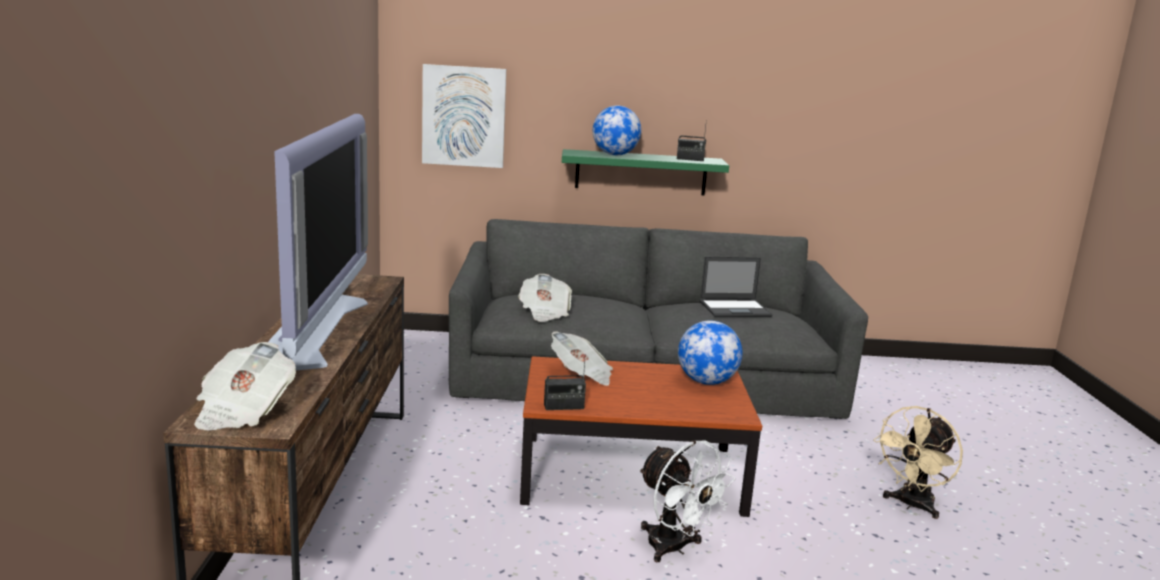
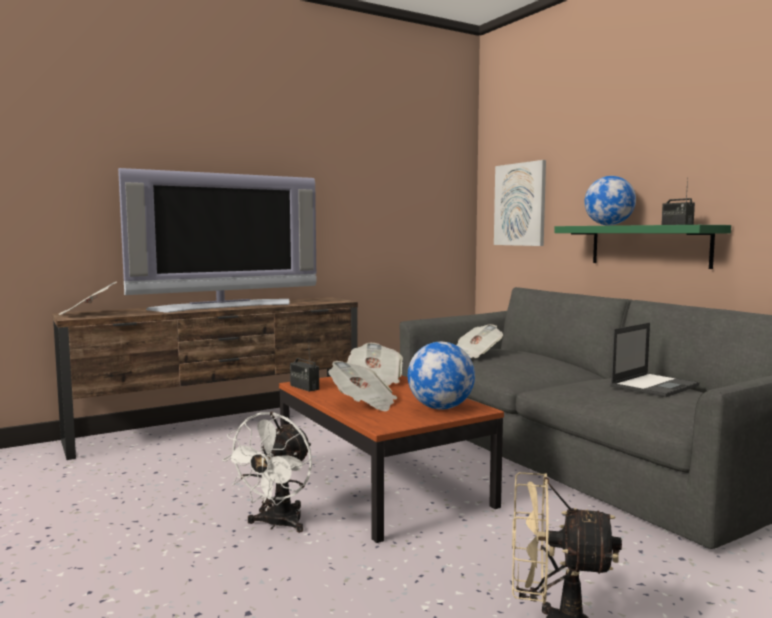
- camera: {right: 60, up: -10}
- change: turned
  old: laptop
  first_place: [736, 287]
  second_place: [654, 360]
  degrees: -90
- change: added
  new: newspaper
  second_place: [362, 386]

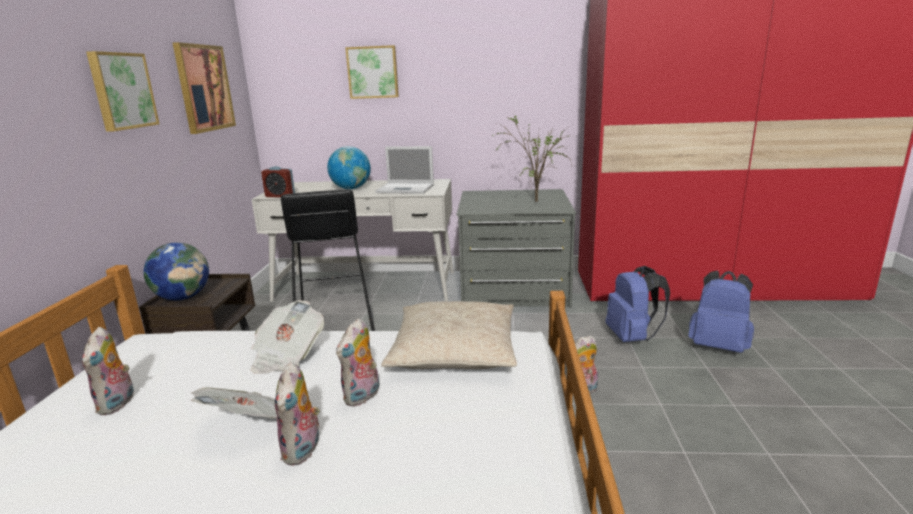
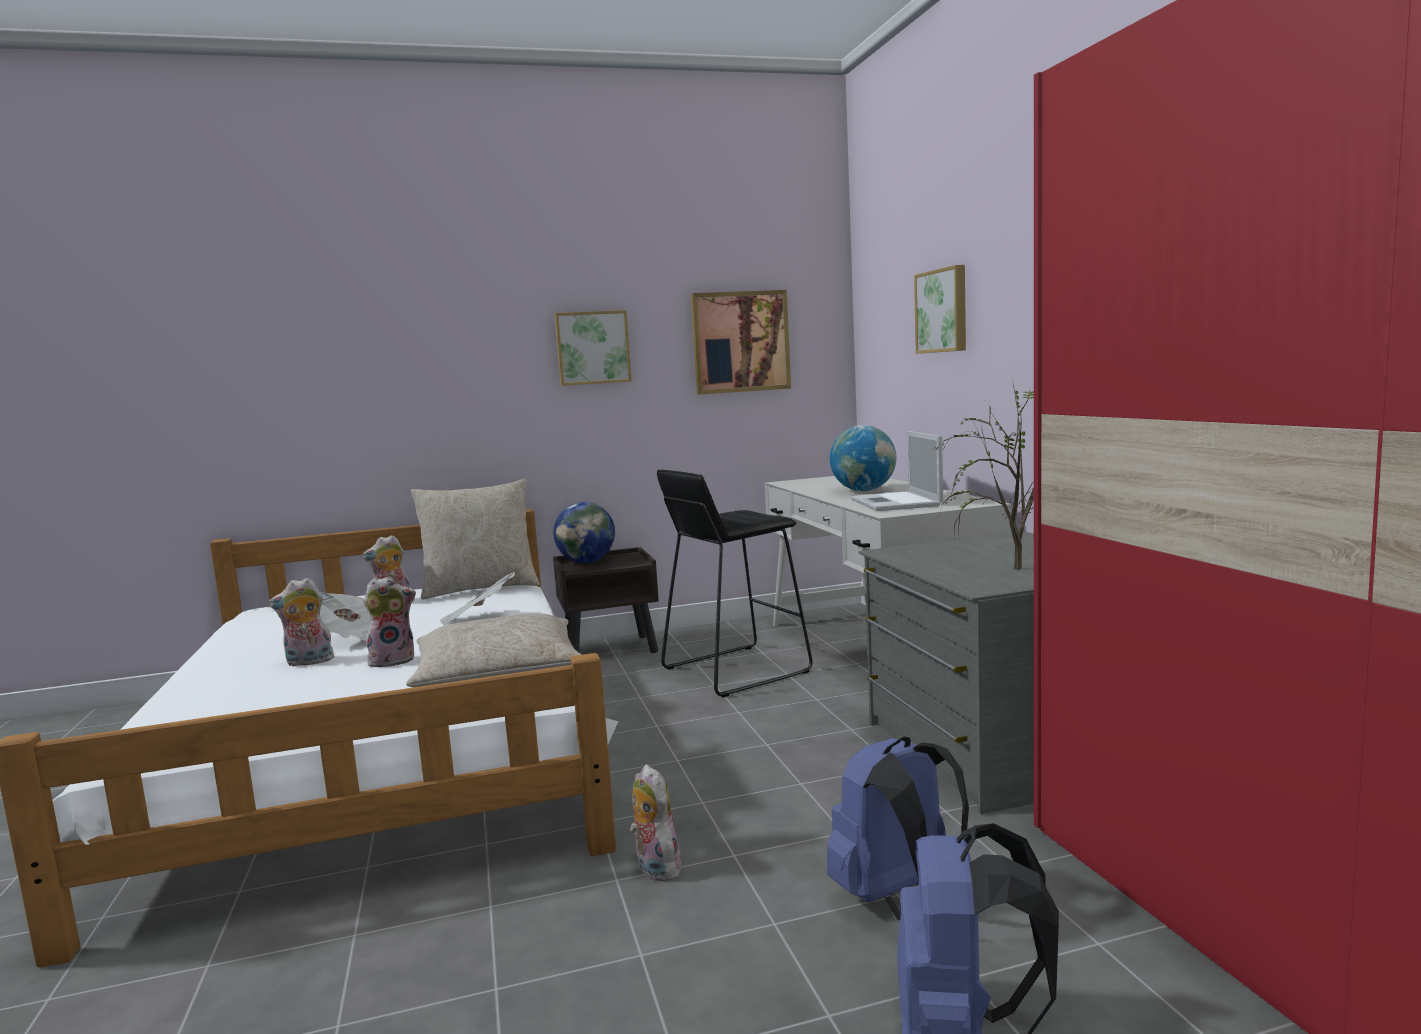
- camera: {right: 70, up: -10}
- change: removed
  old: alarm clock
  first_place: [278, 181]
- change: turned
  old: plush toy
  first_place: [357, 362]
  second_place: [389, 621]
  degrees: 150
- change: added
  new: beige pillow
  second_place: [475, 539]

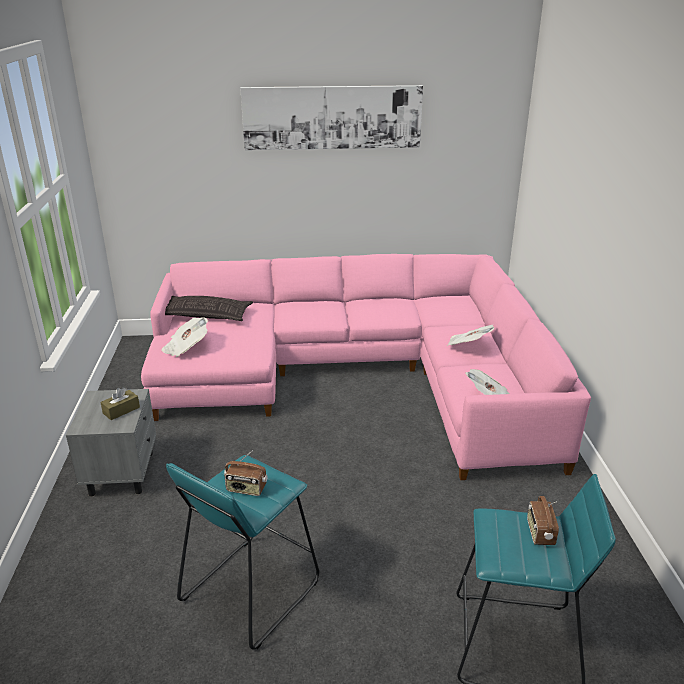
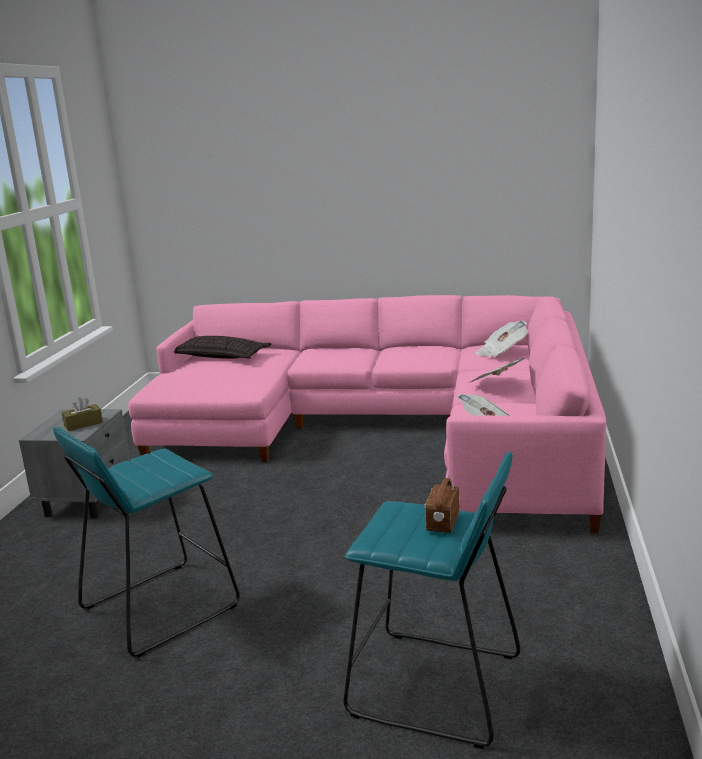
- camera: {right: 15, up: -10}
- change: removed
  old: picture
  first_place: [331, 117]
- change: moved
  old: newspaper
  first_place: [185, 337]
  second_place: [501, 339]
- change: removed
  old: radio
  first_place: [246, 473]

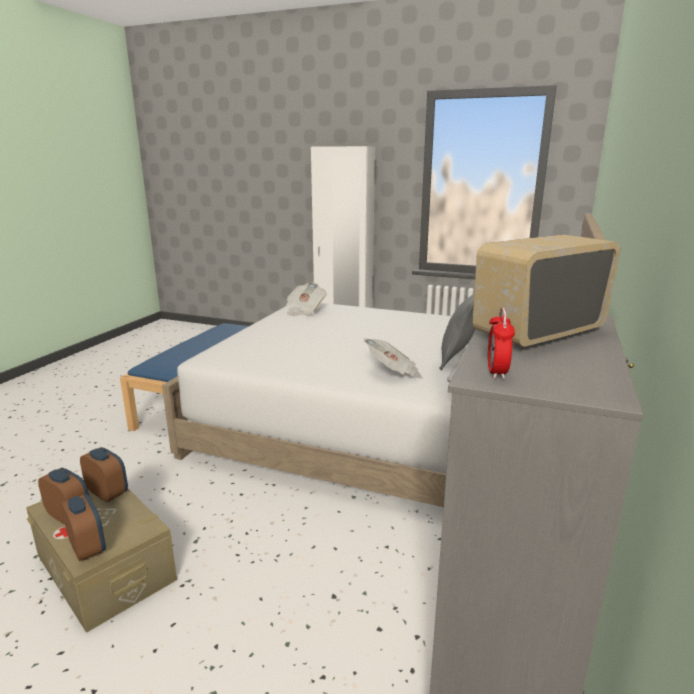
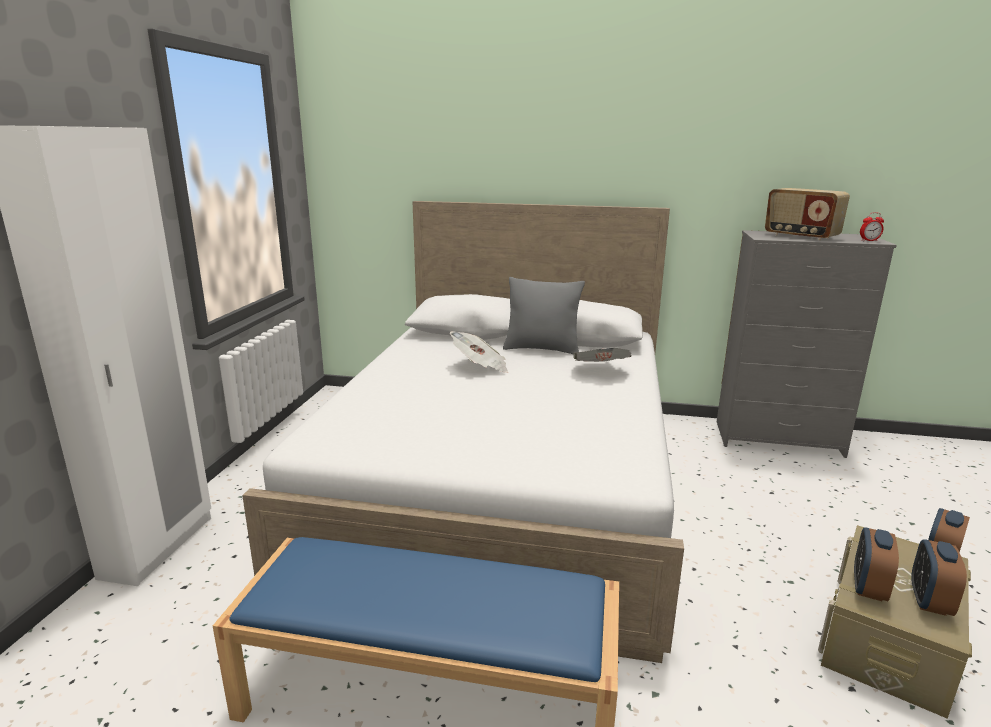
- camera: {right: -100, up: 0}
- change: moved
  old: newspaper
  first_place: [306, 299]
  second_place: [479, 352]

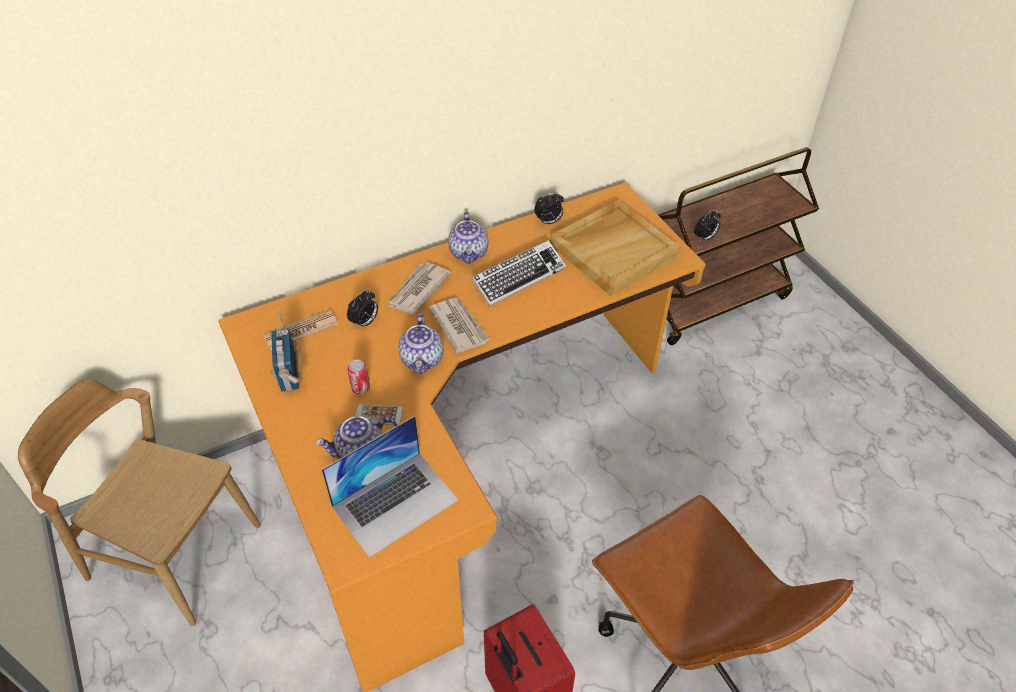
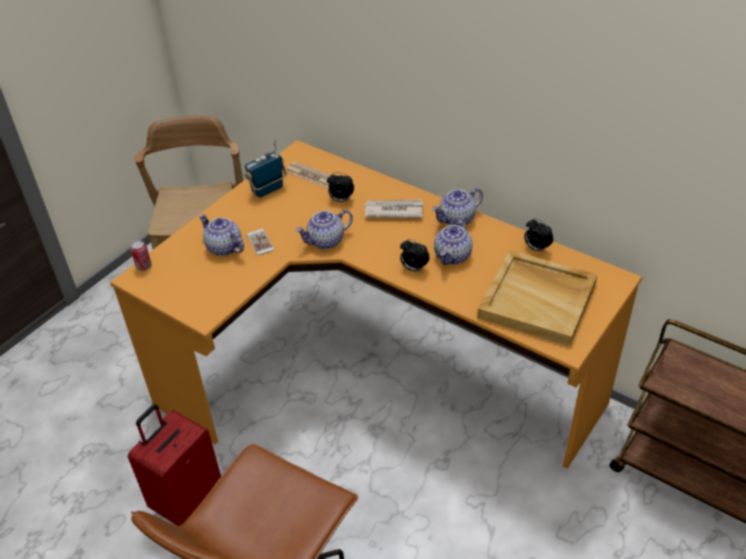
- camera: {right: 65, up: -5}
- change: moved
  old: alarm clock
  first_place: [707, 225]
  second_place: [415, 255]
- change: replaced
  old: keyboard
  new: teapot
  first_place: [518, 273]
  second_place: [453, 241]
- change: removed
  old: newspaper
  first_place: [459, 325]
- change: moved
  old: can
  first_place: [358, 377]
  second_place: [141, 256]
- change: removed
  old: laptop
  first_place: [390, 487]

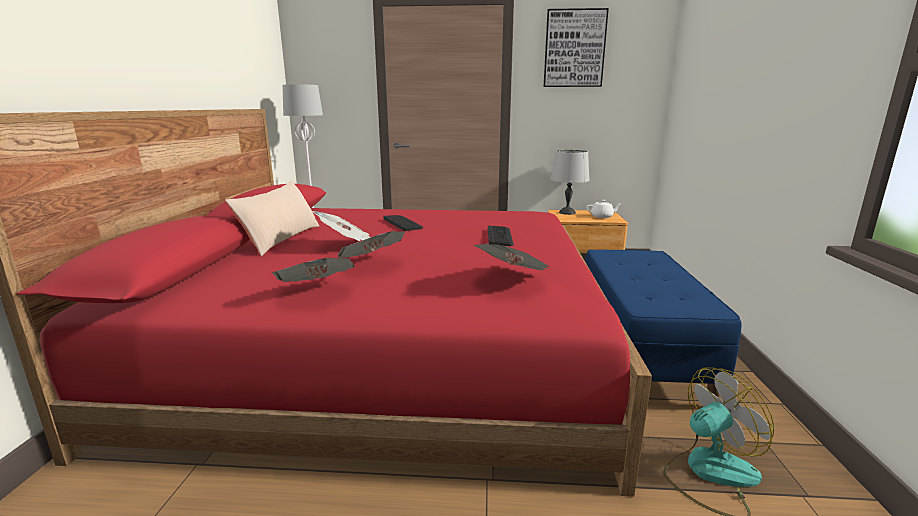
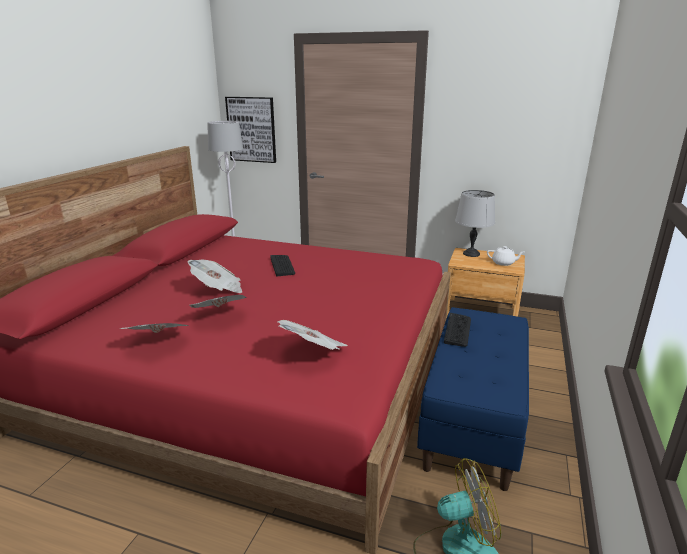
- camera: {right: 15, up: 5}
- change: moved
  old: picture
  first_place: [576, 47]
  second_place: [250, 130]
- change: removed
  old: beige pillow
  first_place: [272, 218]
- change: moved
  old: keyboard
  first_place: [501, 236]
  second_place: [457, 330]

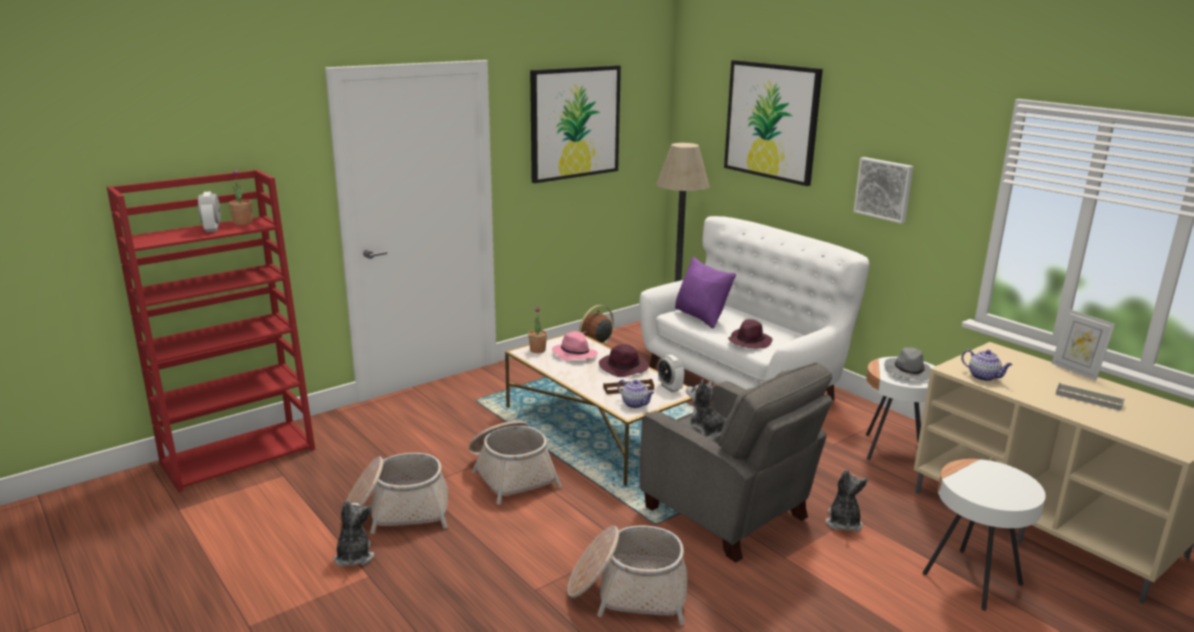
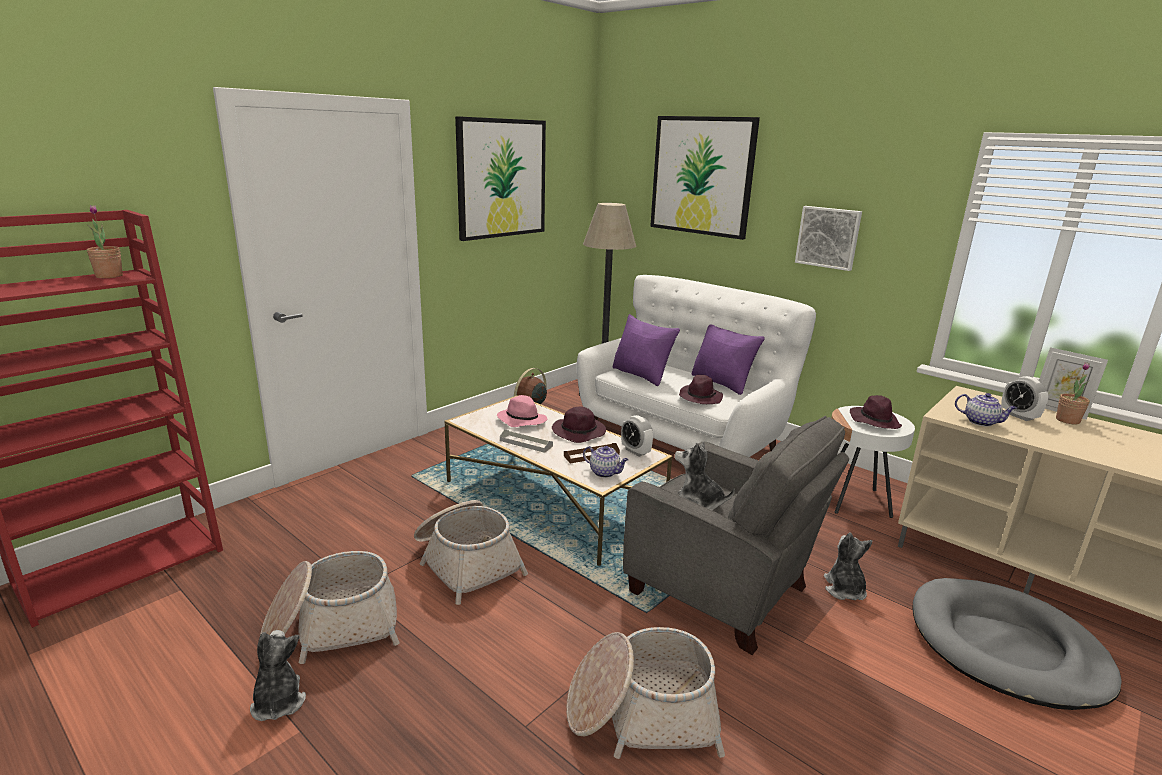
- camera: {right: -10, up: 0}
- change: moved
  old: alarm clock
  first_place: [209, 212]
  second_place: [1024, 398]
- change: moved
  old: potted plant
  first_place: [537, 329]
  second_place: [1073, 393]
- change: recoloured
  old: grey hat
  new: purple hat
  first_place: [907, 363]
  second_place: [876, 412]
- change: moved
  old: grey tray
  first_place: [1090, 396]
  second_place: [526, 441]
- change: replaced
  old: white side table
  new: grey dog bed
  first_place: [984, 535]
  second_place: [1017, 644]
- change: added
  new: purple pillow
  second_place: [728, 360]

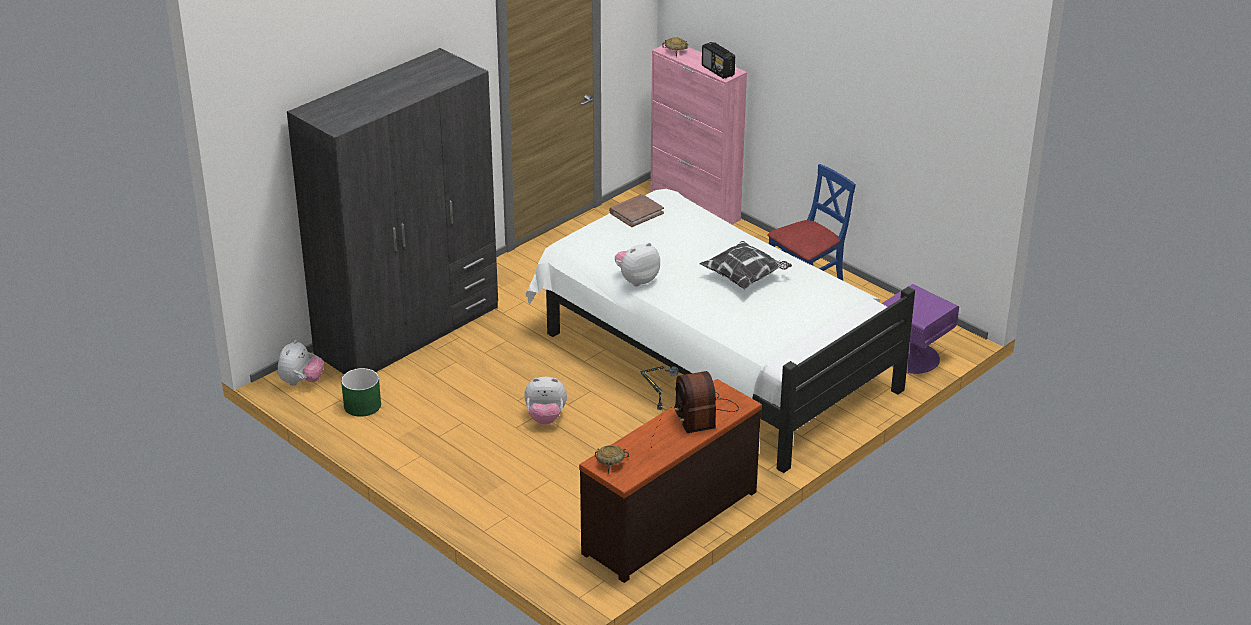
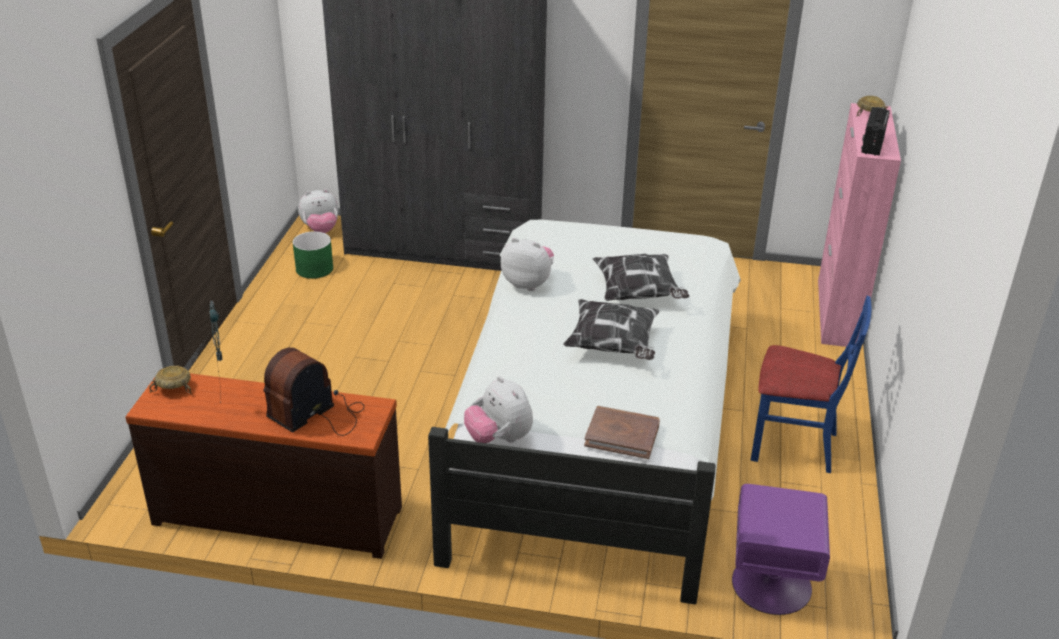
- camera: {right: 55, up: 0}
- change: moved
  old: brown book
  first_place: [636, 210]
  second_place: [622, 432]
- change: moved
  old: plush toy
  first_place: [545, 401]
  second_place: [498, 409]
- change: added
  new: pillow
  second_place: [640, 277]

